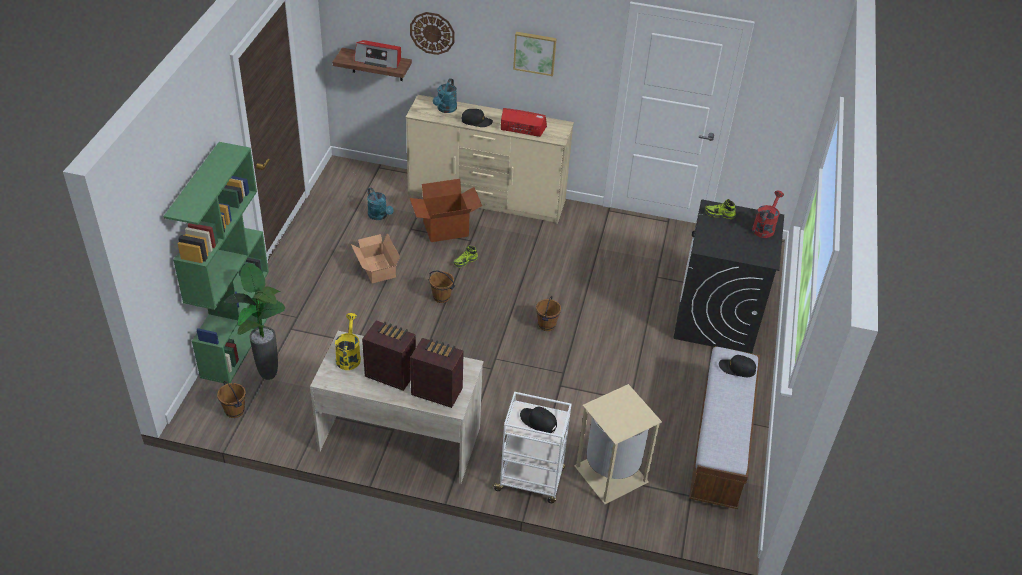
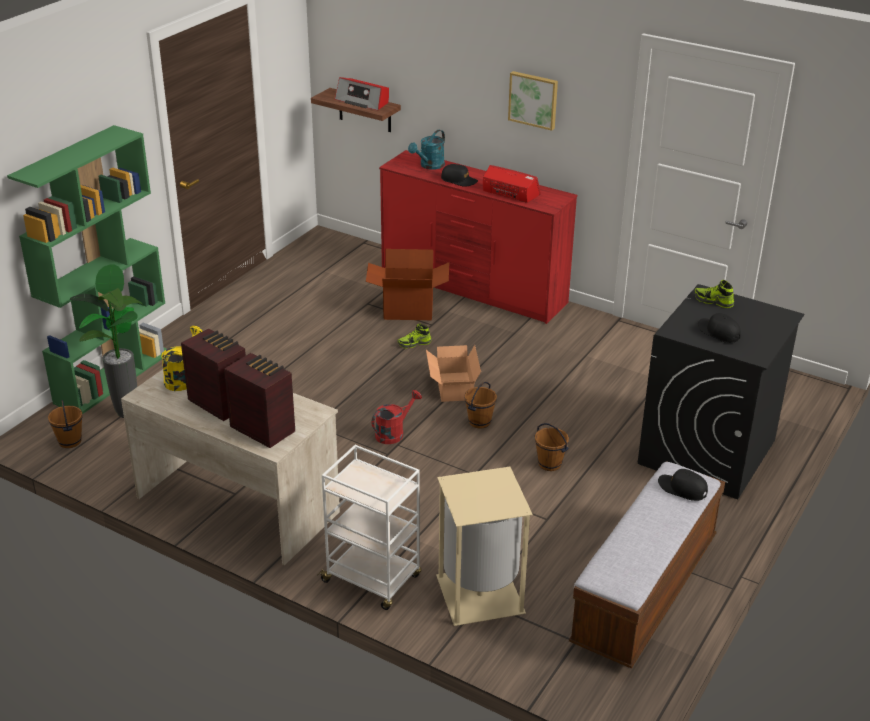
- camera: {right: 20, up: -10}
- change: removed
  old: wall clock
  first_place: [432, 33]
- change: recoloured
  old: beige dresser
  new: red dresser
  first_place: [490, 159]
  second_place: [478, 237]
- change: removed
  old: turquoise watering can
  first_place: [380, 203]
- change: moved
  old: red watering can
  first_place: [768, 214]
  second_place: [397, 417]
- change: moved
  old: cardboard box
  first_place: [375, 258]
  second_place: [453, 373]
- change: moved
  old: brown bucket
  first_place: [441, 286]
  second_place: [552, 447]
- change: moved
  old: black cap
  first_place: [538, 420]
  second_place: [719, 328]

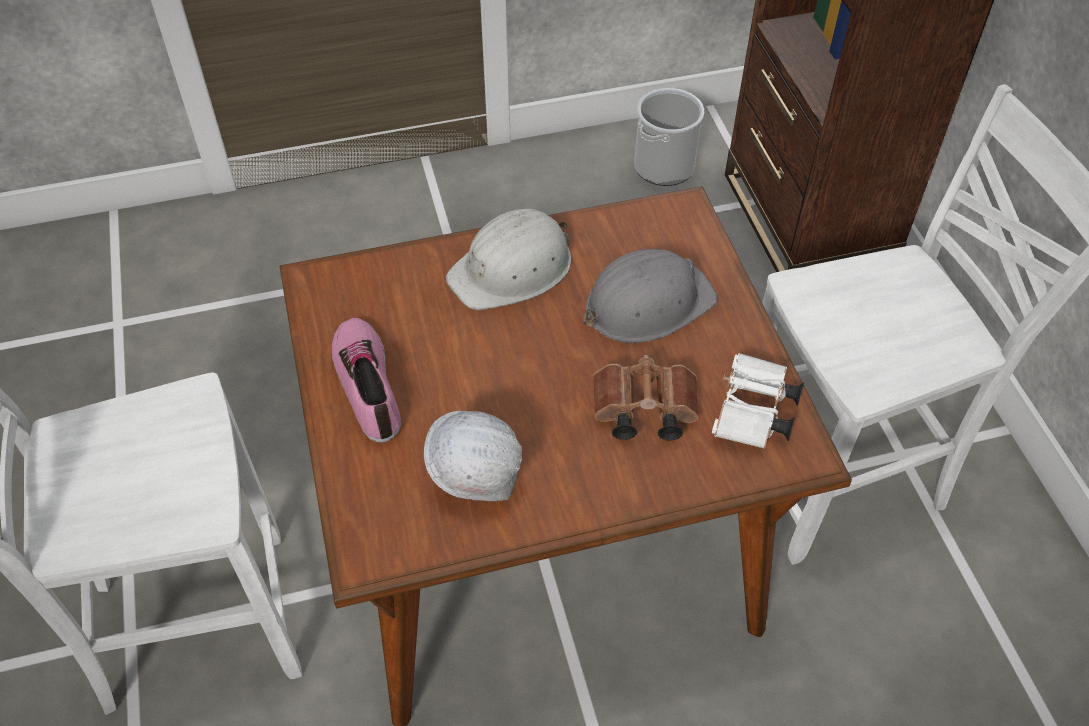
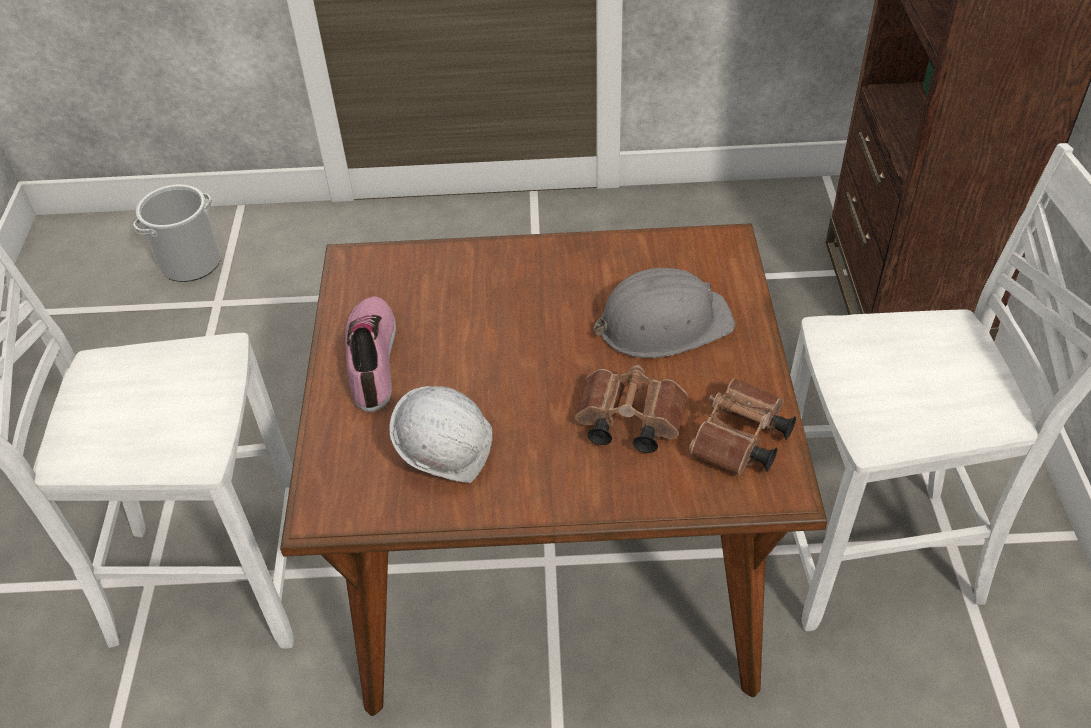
- camera: {right: 15, up: -5}
- change: moved
  old: bucket
  first_place: [669, 137]
  second_place: [177, 233]
- change: removed
  old: white hard hat
  first_place: [508, 259]
- change: recoloured
  old: white binoculars
  new: brown binoculars
  first_place: [758, 401]
  second_place: [742, 426]

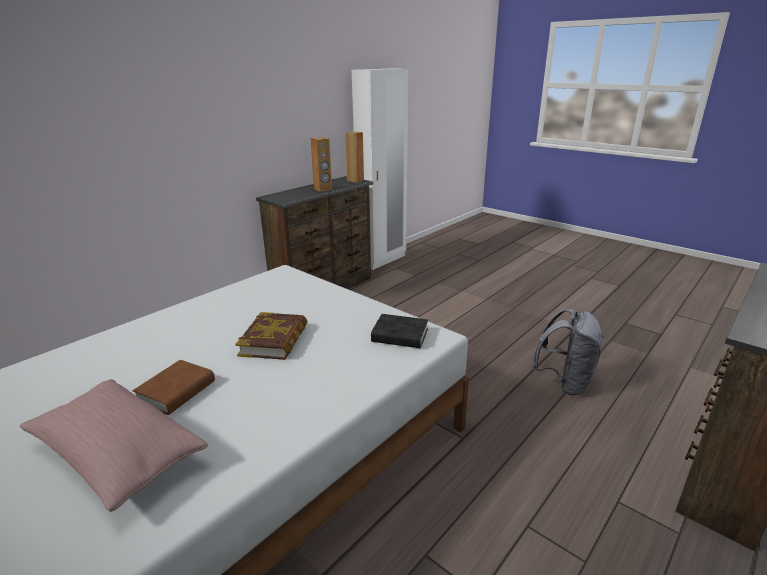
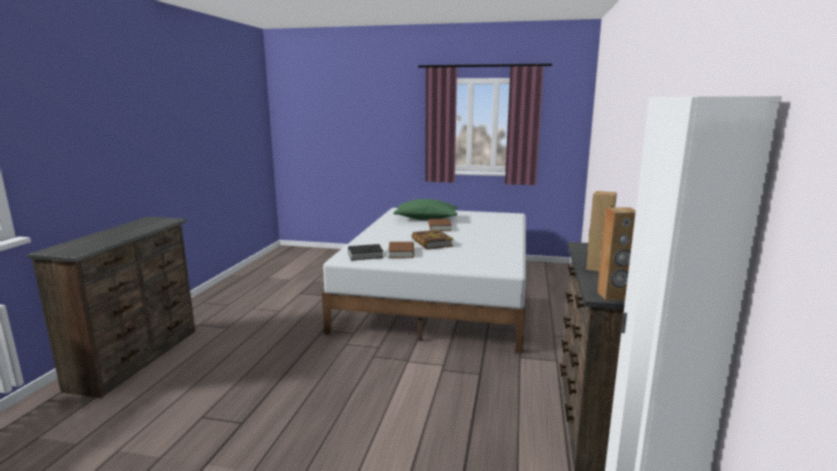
- camera: {right: 150, up: -10}
- change: removed
  old: grey backpack
  first_place: [568, 352]
- change: recoloured
  old: pink pillow
  new: green pillow
  first_place: [113, 445]
  second_place: [425, 209]
- change: added
  new: brown book
  second_place: [401, 250]

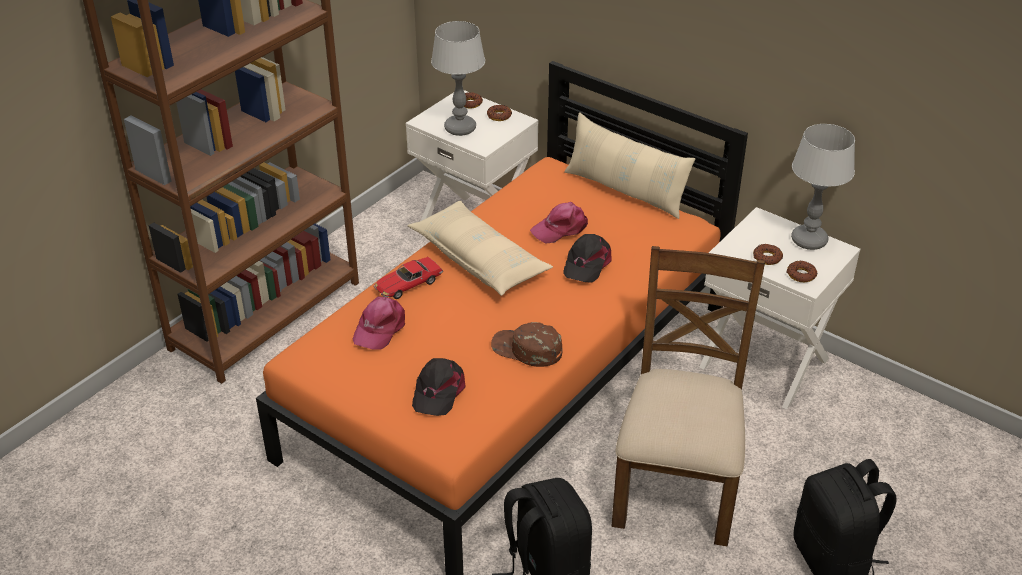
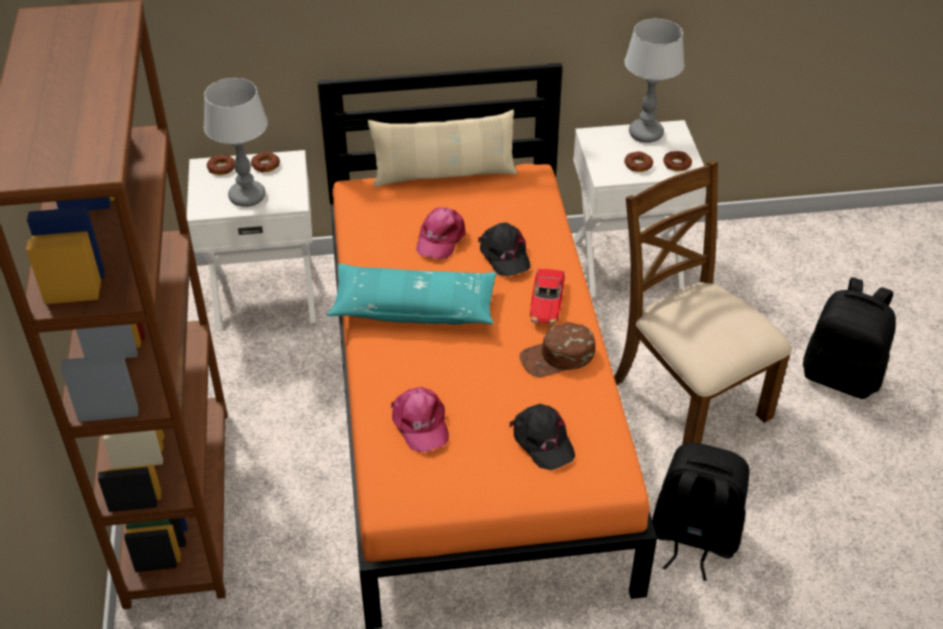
- camera: {right: -45, up: 5}
- change: recoloured
  old: beige pillow
  new: turquoise pillow
  first_place: [480, 248]
  second_place: [412, 294]
- change: moved
  old: toy car
  first_place: [408, 278]
  second_place: [547, 296]

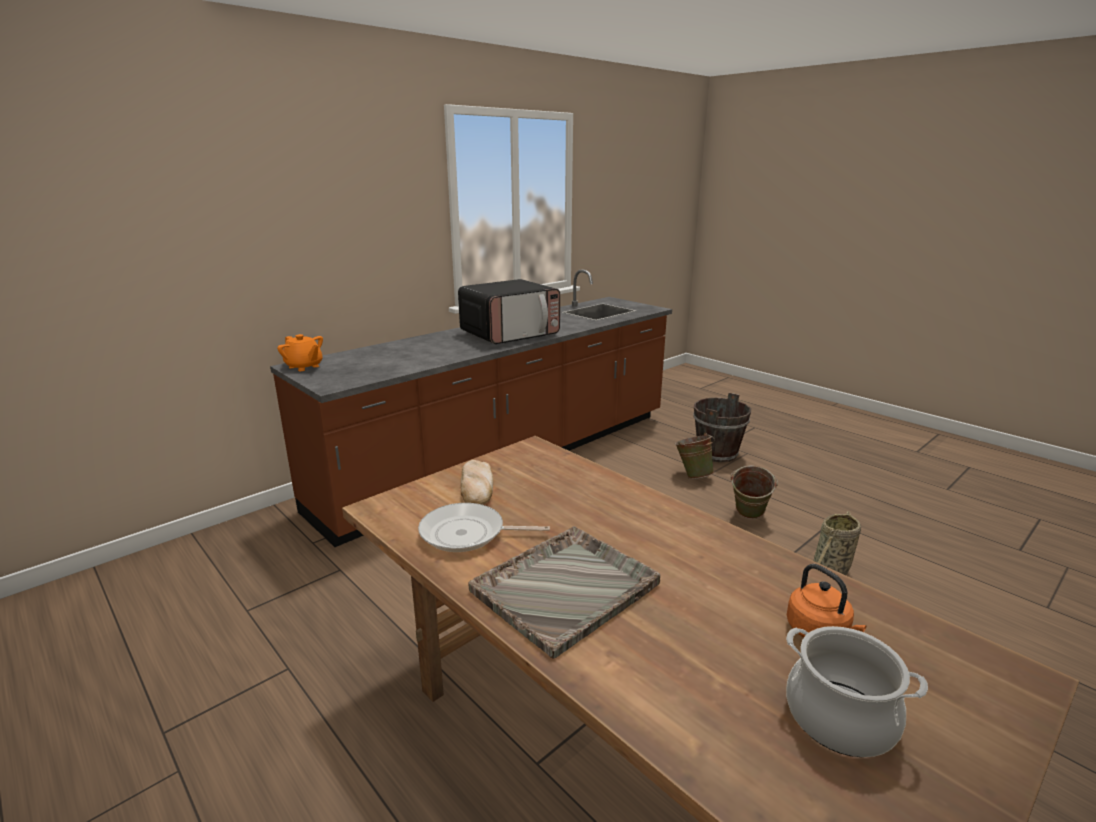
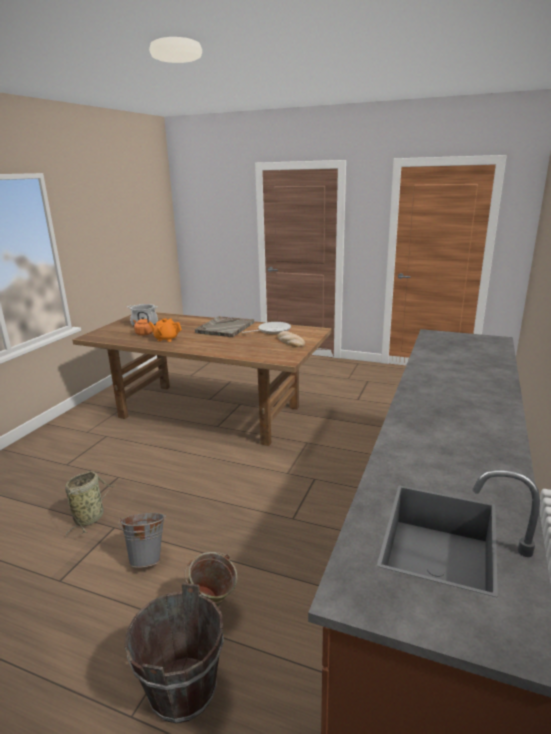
- camera: {right: 155, up: 0}
- change: removed
  old: microwave
  first_place: [509, 311]
- change: moved
  old: orange teapot
  first_place: [300, 352]
  second_place: [165, 330]
- change: recoloured
  old: green bucket
  new: grey bucket
  first_place: [754, 492]
  second_place: [142, 540]

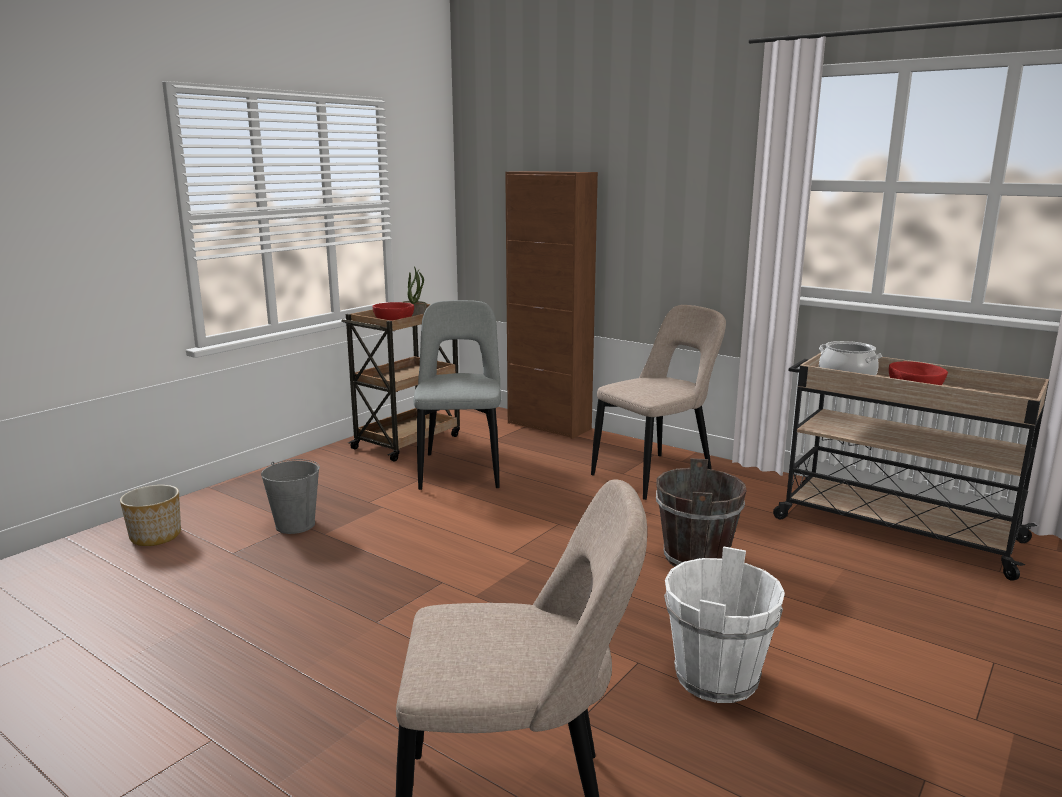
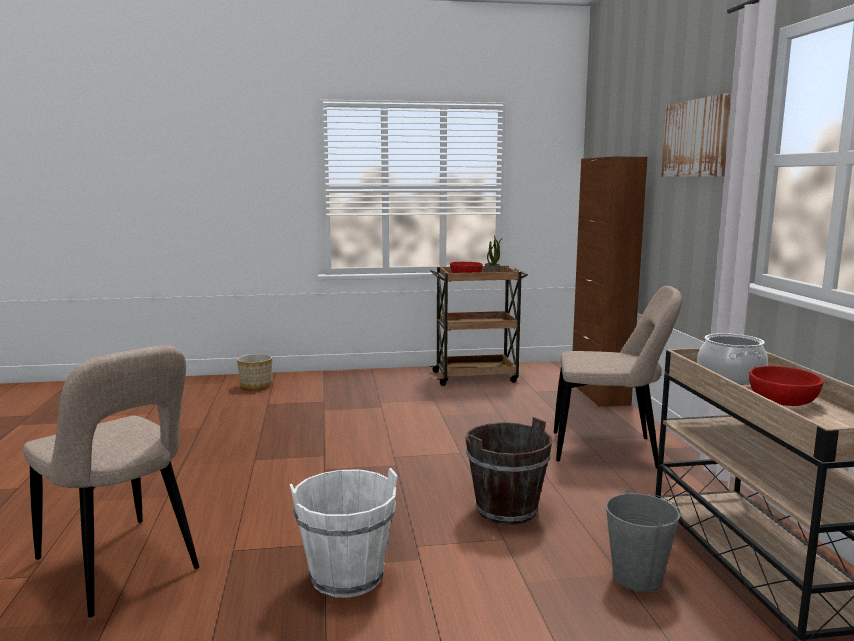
- camera: {right: 45, up: -5}
- change: removed
  old: grey chair
  first_place: [457, 395]
- change: moved
  old: grey bucket
  first_place: [290, 496]
  second_place: [643, 541]
- change: added
  new: picture
  second_place: [696, 134]

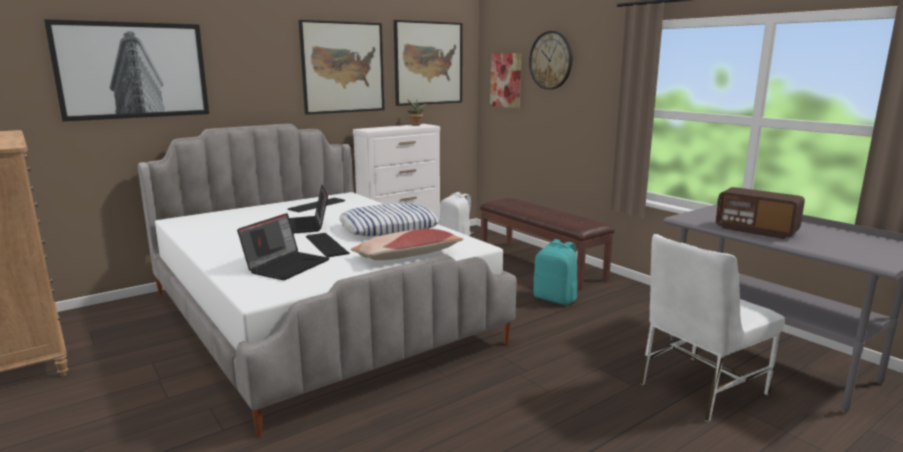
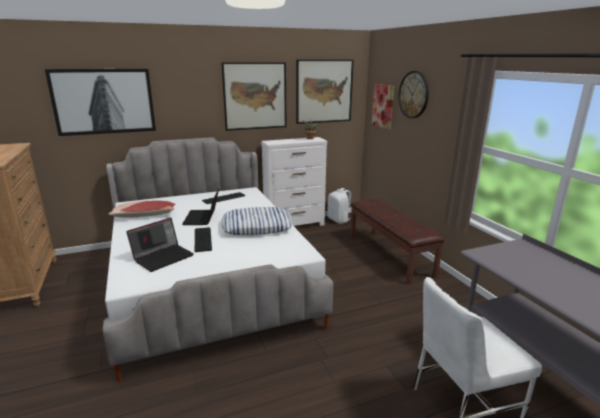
- camera: {right: 15, up: 5}
- change: removed
  old: radio
  first_place: [760, 213]
- change: moved
  old: pillow
  first_place: [406, 244]
  second_place: [142, 209]
- change: removed
  old: turquoise backpack
  first_place: [555, 272]

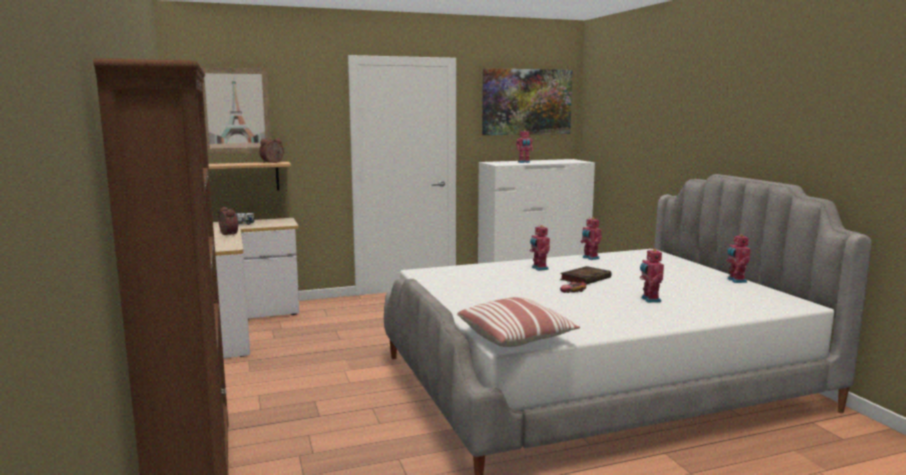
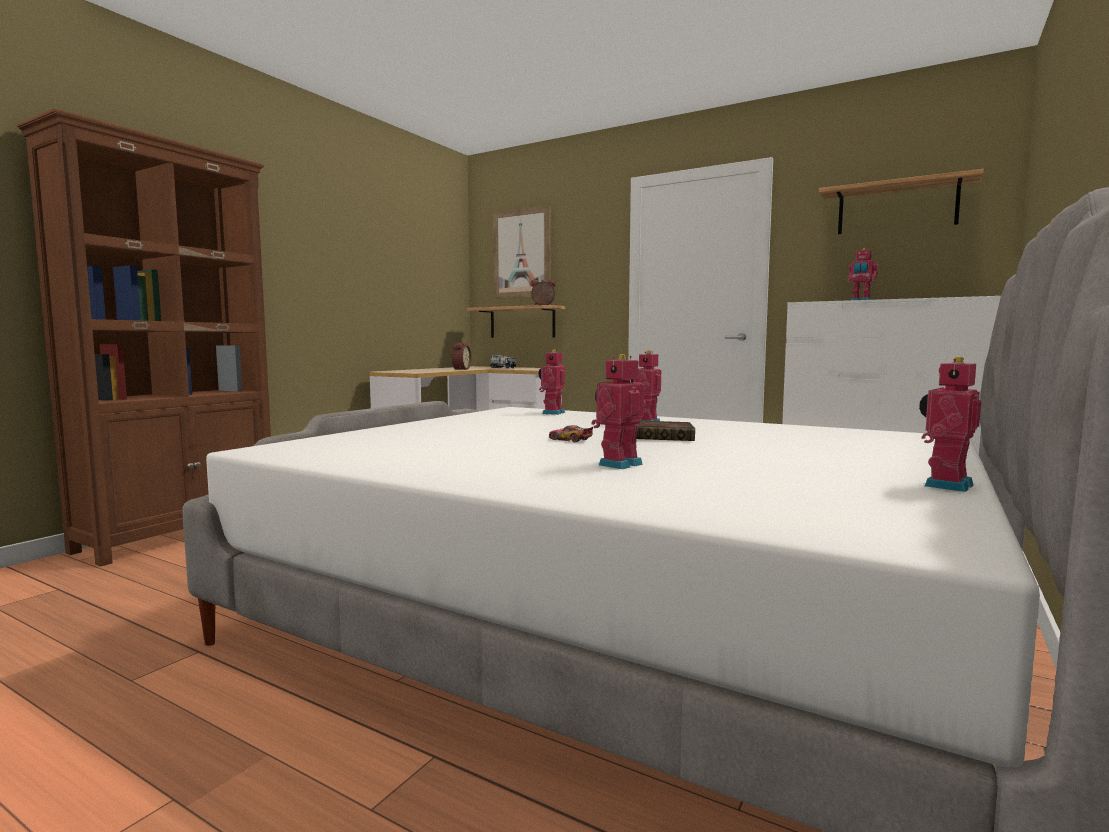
- camera: {right: 50, up: -5}
- change: replaced
  old: picture
  new: shelf
  first_place: [527, 101]
  second_place: [901, 201]
- change: moved
  old: toy robot
  first_place: [591, 238]
  second_place: [551, 382]
- change: removed
  old: pillow
  first_place: [518, 322]

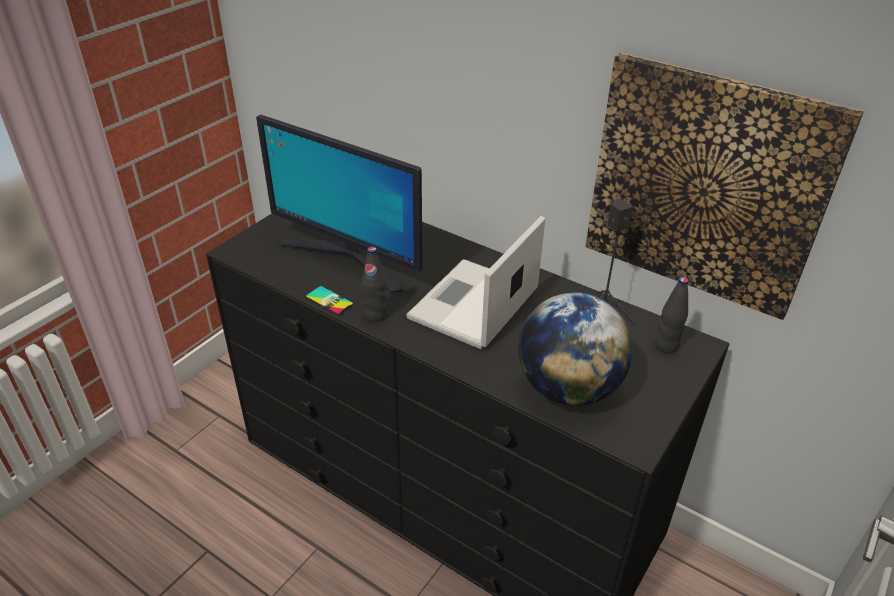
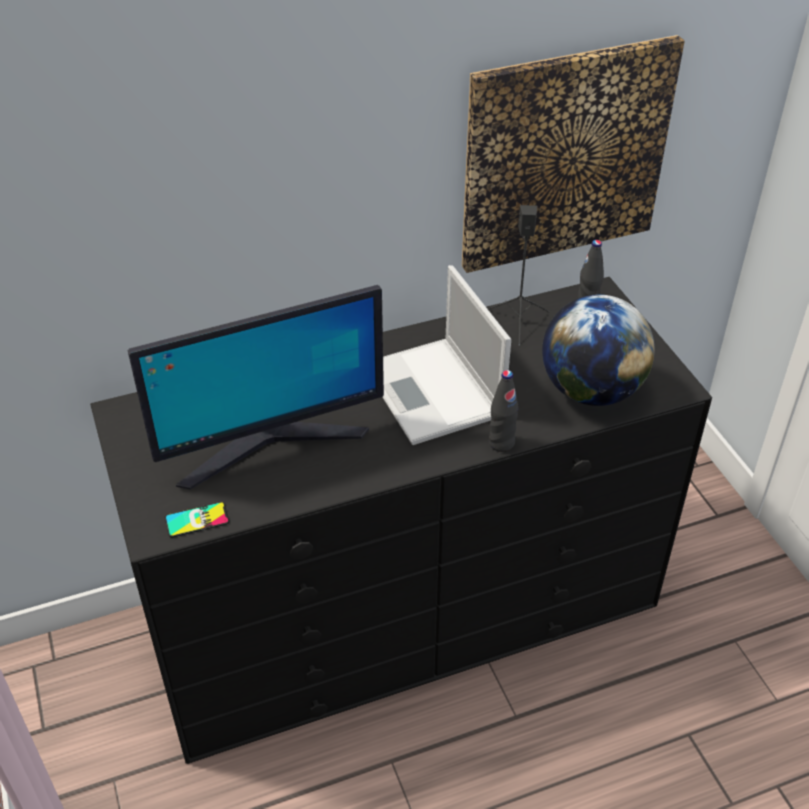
- camera: {right: -55, up: 5}
- change: moved
  old: black bottle
  first_place: [374, 284]
  second_place: [504, 411]
- change: moved
  old: phone
  first_place: [329, 300]
  second_place: [197, 519]

